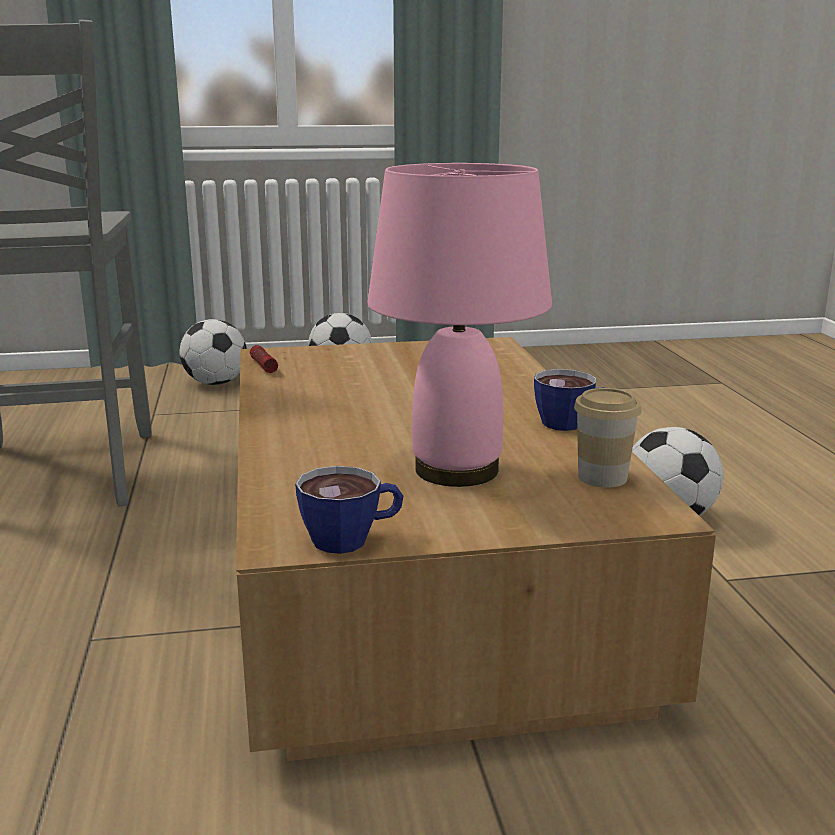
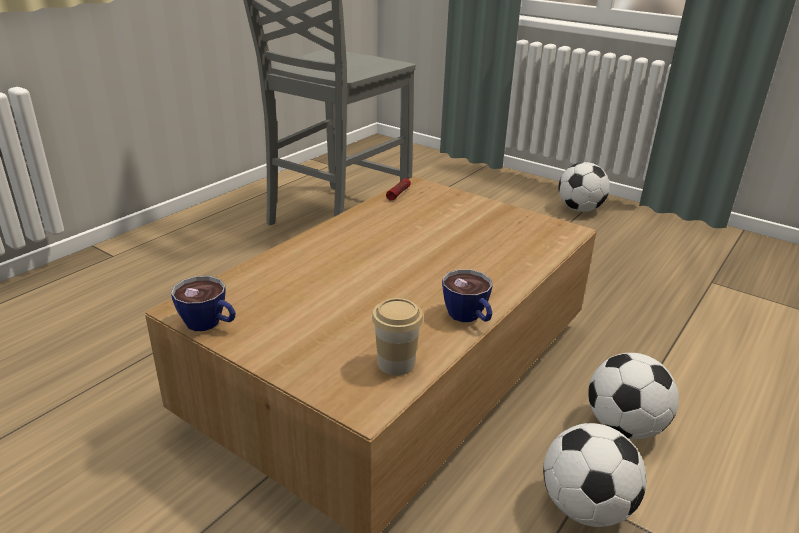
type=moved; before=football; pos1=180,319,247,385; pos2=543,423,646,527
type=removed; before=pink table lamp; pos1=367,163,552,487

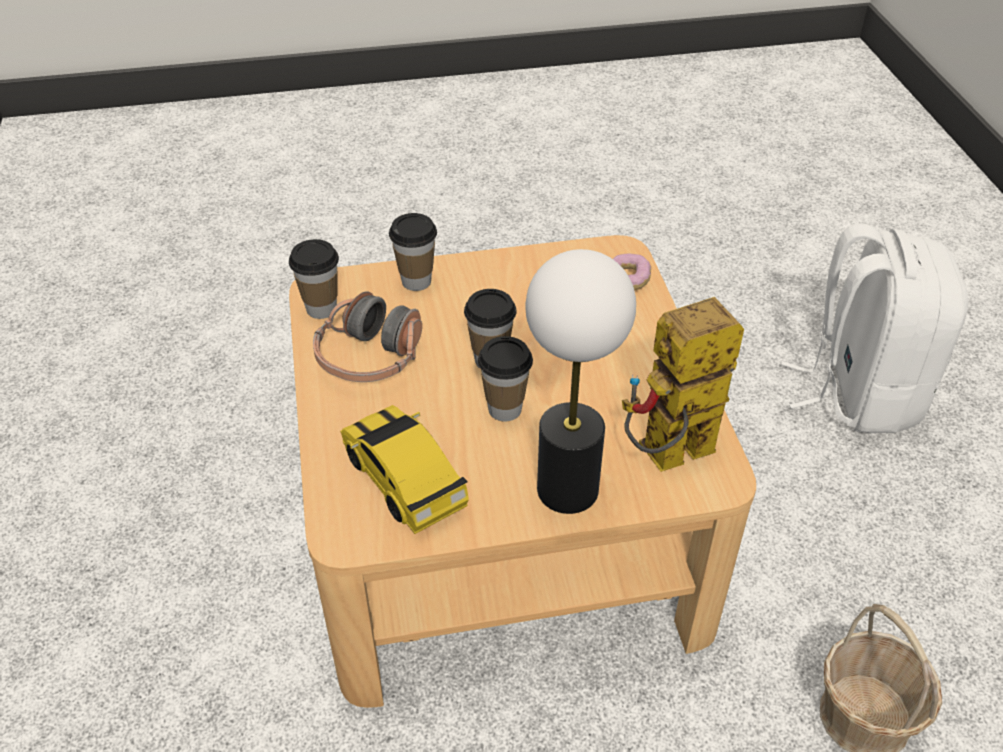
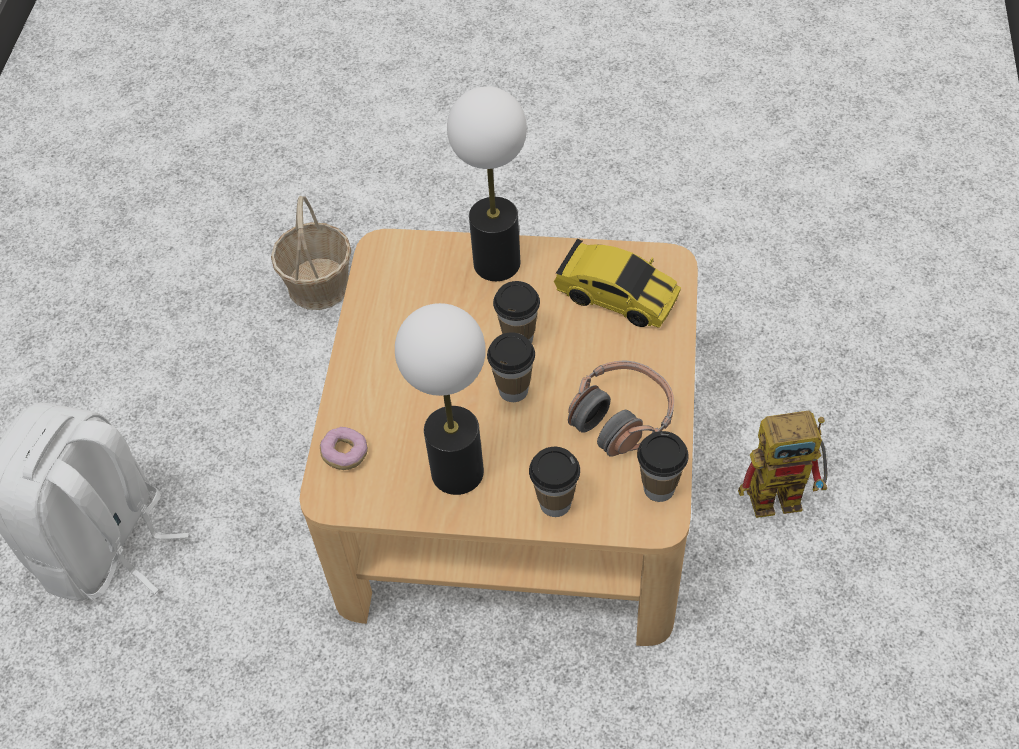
type=turned; before=toy car; pos1=340,405,469,534; pos2=554,239,681,328; turn=-45
type=moved; before=toy robot; pos1=622,297,744,472; pos2=738,410,827,518
type=added; after=table lamp; pos2=395,303,486,495

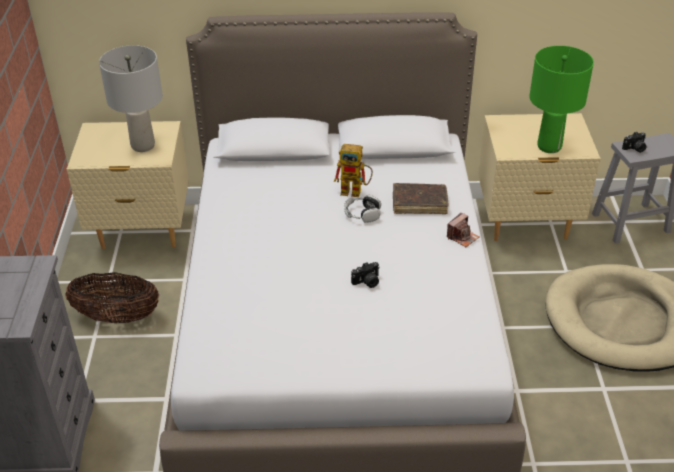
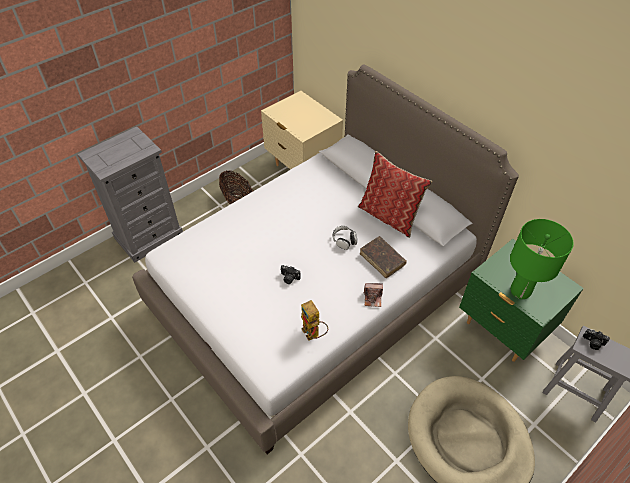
type=removed; before=grey table lamp; pos1=99,45,163,152
type=moved; before=toy robot; pos1=334,144,373,197; pos2=301,300,328,341
type=recoloured; before=beige nightstand; after=green nightstand; pos1=478,113,601,241; pos2=459,239,584,362
type=added; after=pillow; pos2=358,151,433,238

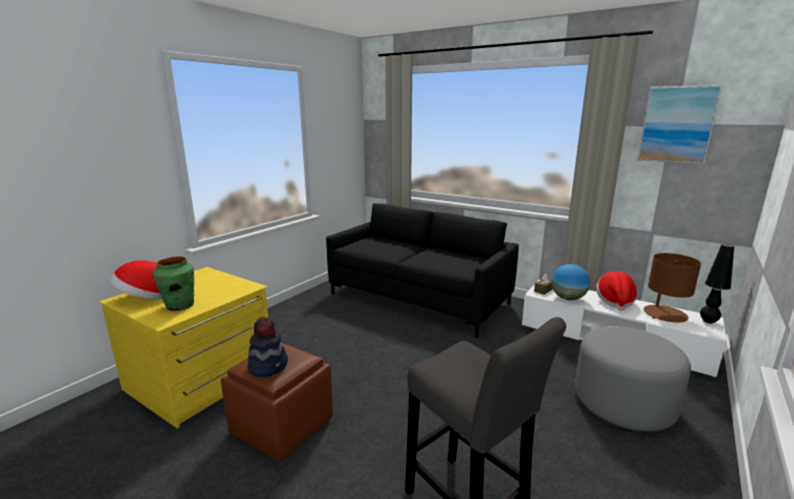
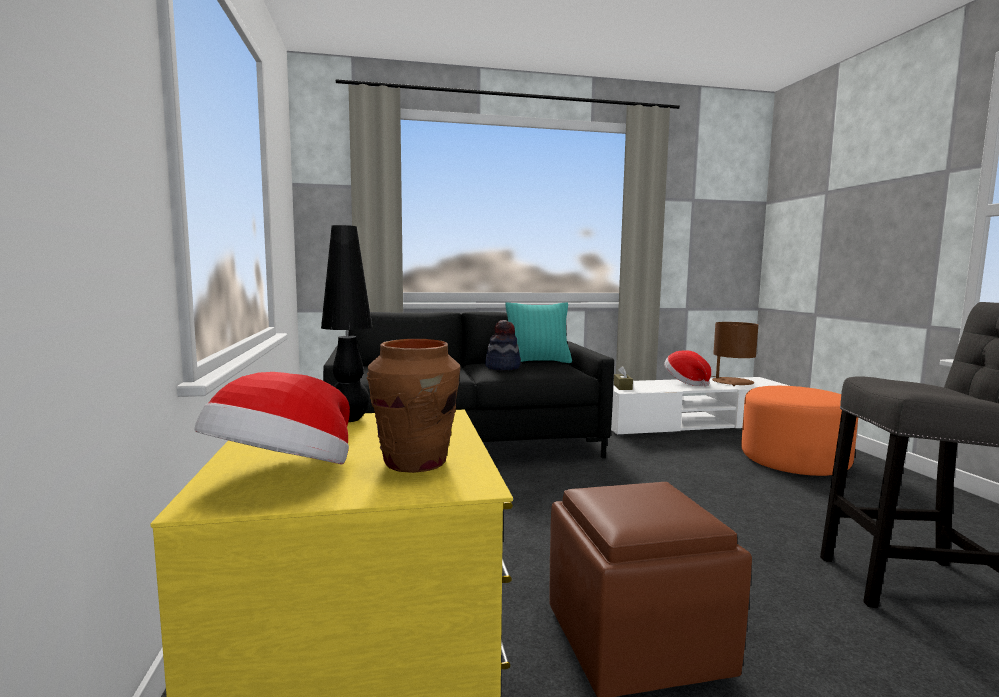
type=recoloured; before=green vase; after=brown vase; pos1=152,257,194,311; pos2=367,339,460,473
type=moved; before=hat; pos1=248,317,288,377; pos2=485,320,521,370
type=removed; before=globe; pos1=551,264,590,300
type=recoloured; before=grey ottoman; after=orange ottoman; pos1=575,326,691,432; pos2=741,386,858,476
type=removed; before=picture; pos1=637,85,722,164
type=moved; before=black table lamp; pos1=700,244,734,323; pos2=321,225,372,422
type=added; after=turquoise pillow; pos2=505,302,572,363

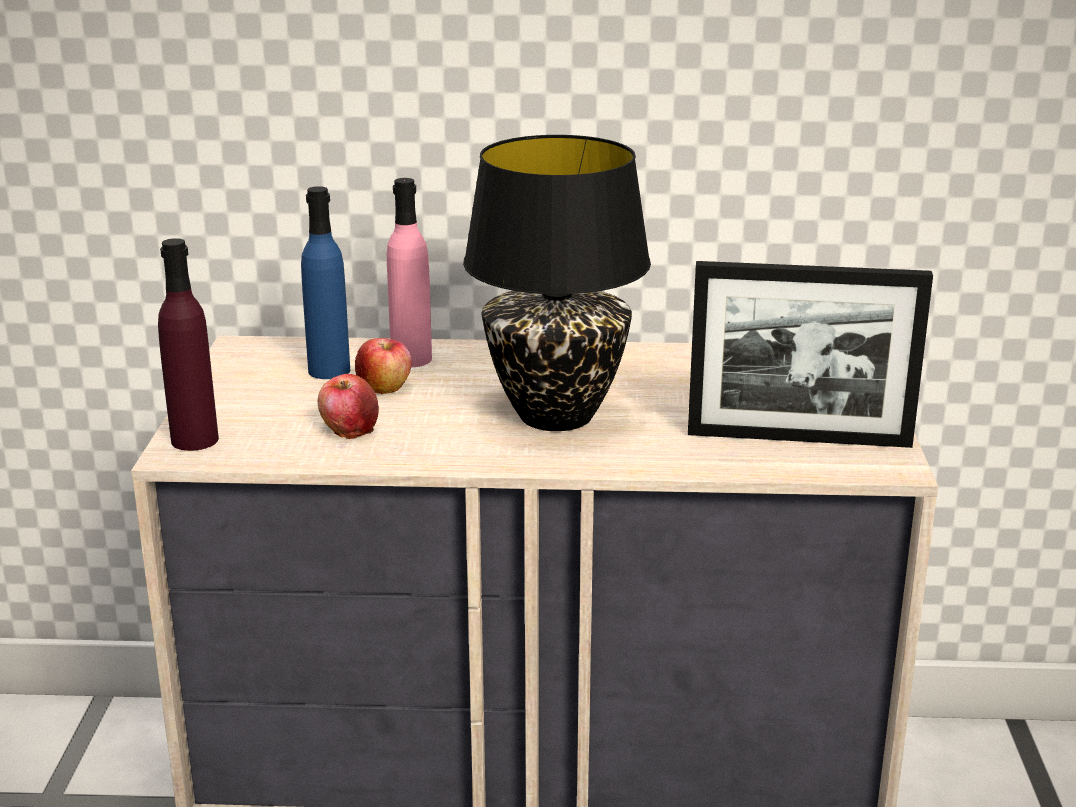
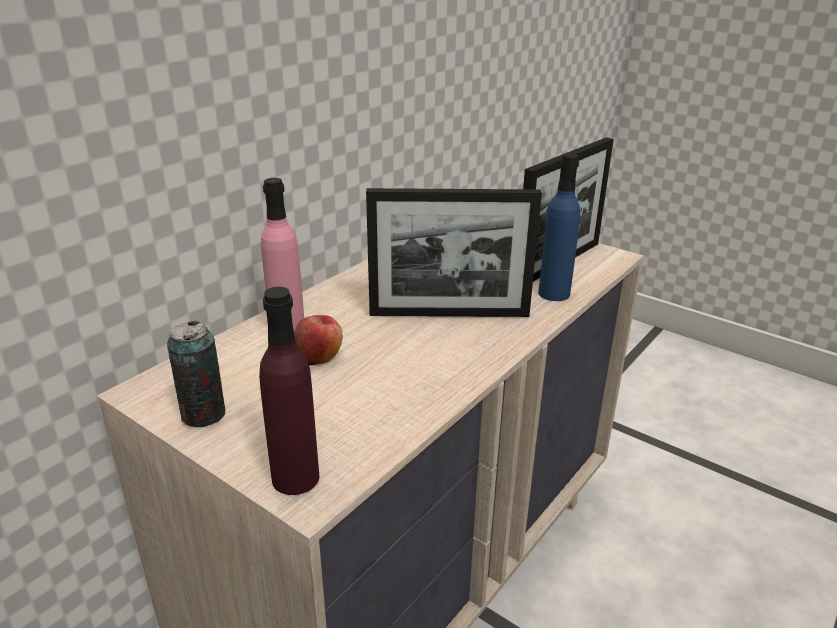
type=moved; before=blue bottle; pos1=301,186,350,379; pos2=538,153,580,301
type=removed; before=apple; pos1=318,374,379,439
type=replaced; before=black table lamp; after=picture frame; pos1=463,135,651,431; pos2=366,188,542,317
type=added; after=can; pos2=167,321,225,427

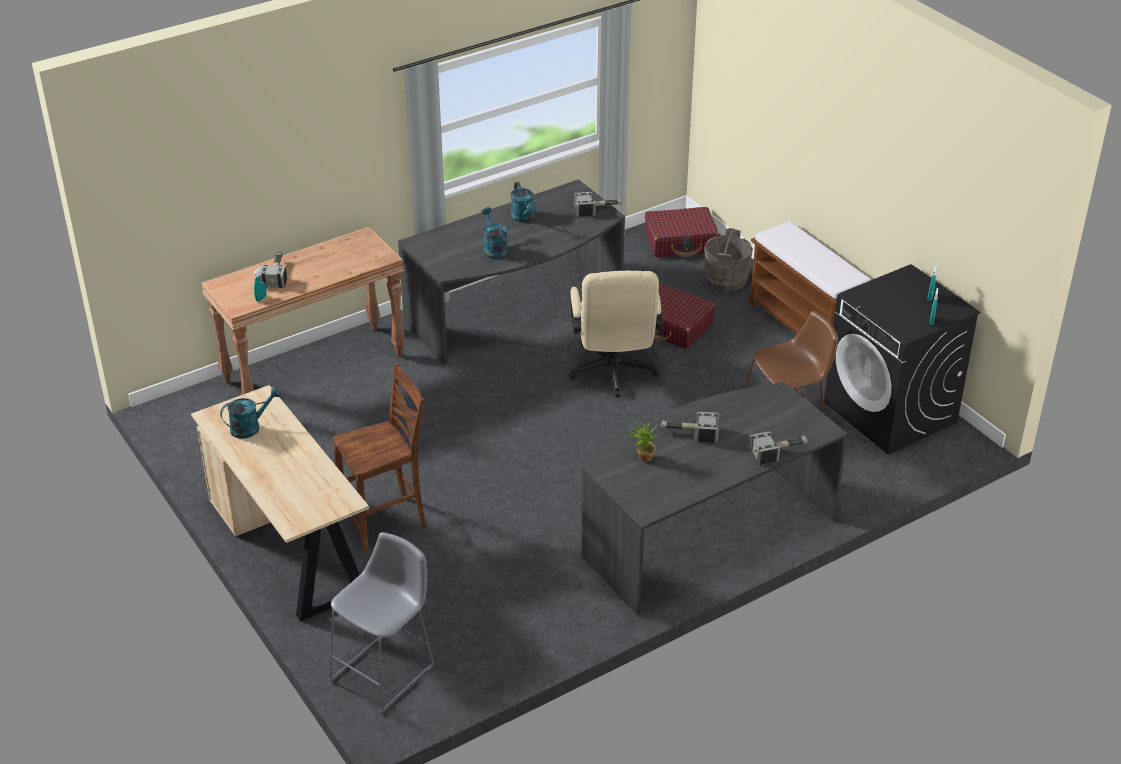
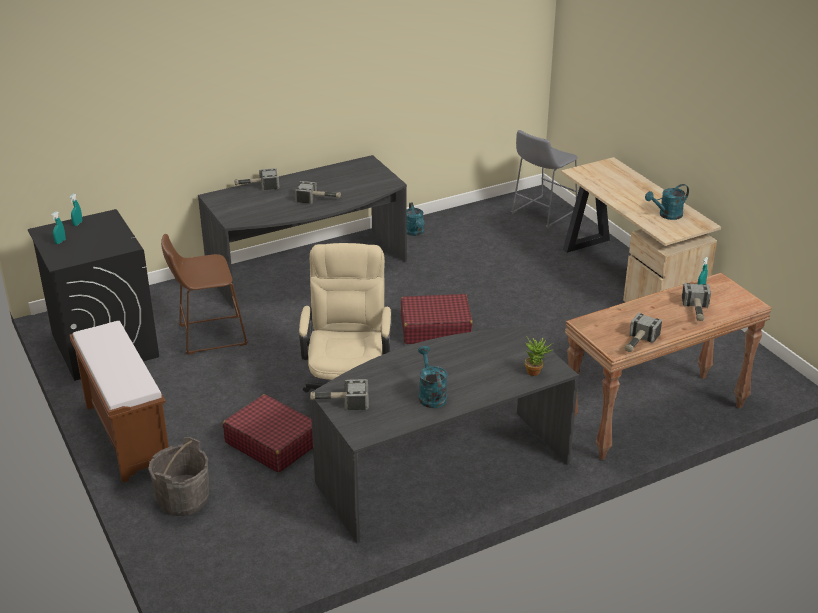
type=removed; before=brown chair; pos1=333,363,427,551
type=moved; before=turquoise watering can; pos1=481,207,508,259; pos2=407,202,424,236
type=moved; before=potted plant; pos1=629,420,657,462; pos2=525,336,553,376
type=moved; before=red suitcase; pos1=645,207,719,257; pos2=401,294,473,344
type=added; after=hammer; pos2=624,313,662,352

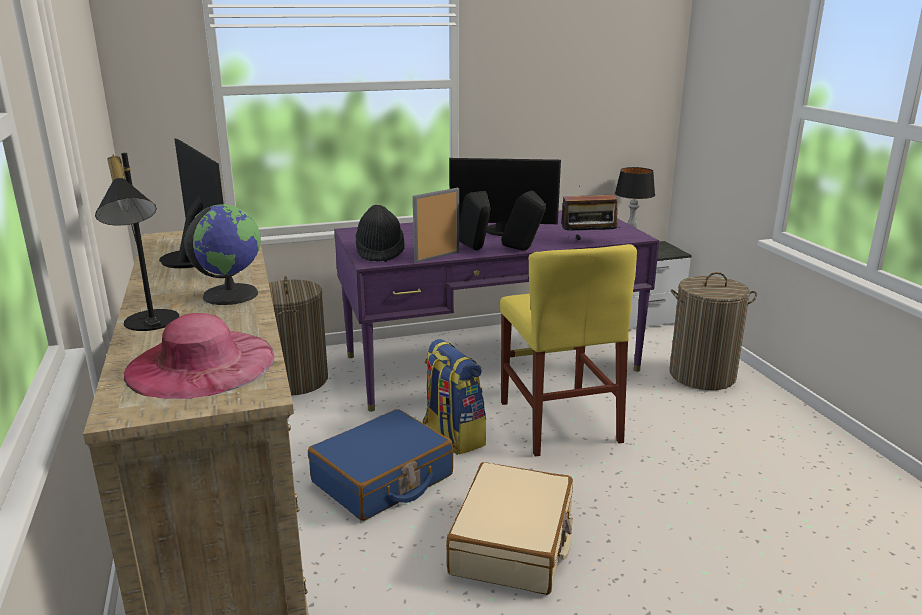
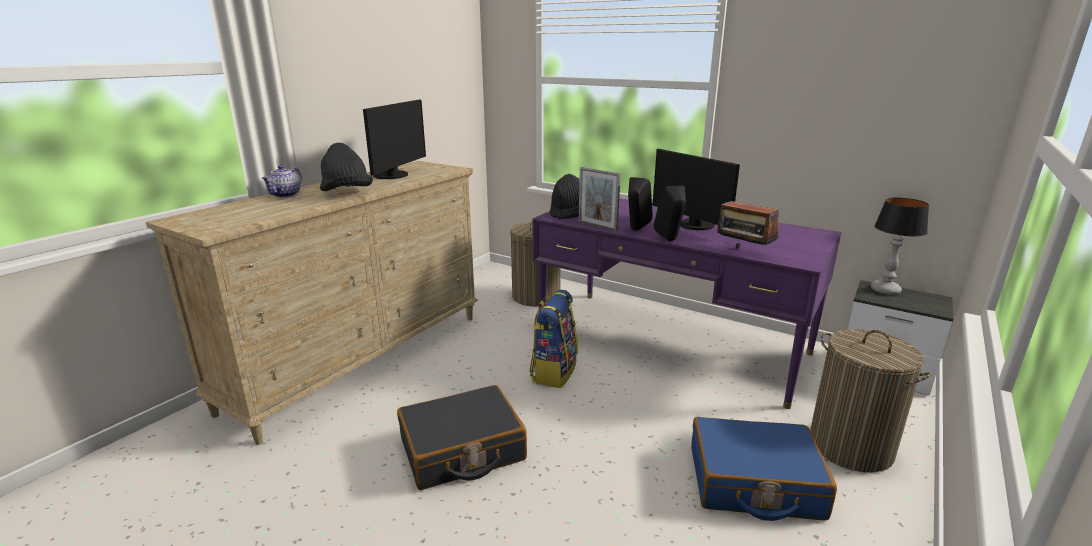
type=replaced; before=black table lamp; after=teapot; pos1=95,153,179,331; pos2=262,165,302,198
type=removed; before=pink hat; pos1=124,313,274,399
type=replaced; before=globe; after=black hat; pos1=184,204,261,305; pos2=320,143,373,191
type=moved; before=blue suitcase; pos1=308,409,453,521; pos2=691,417,837,521
type=turned; before=picture frame; pos1=413,188,459,263; pos2=579,167,621,231; turn=-150
type=recoloured; before=beige suitcase; after=black suitcase; pos1=446,462,573,595; pos2=397,385,527,490
type=removed; before=yellow chair; pos1=500,244,637,457

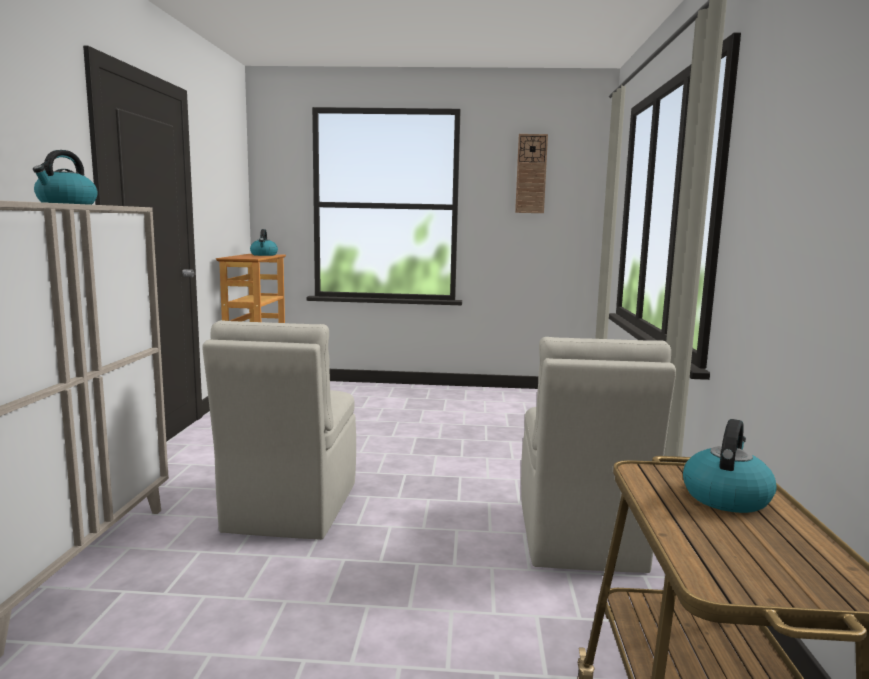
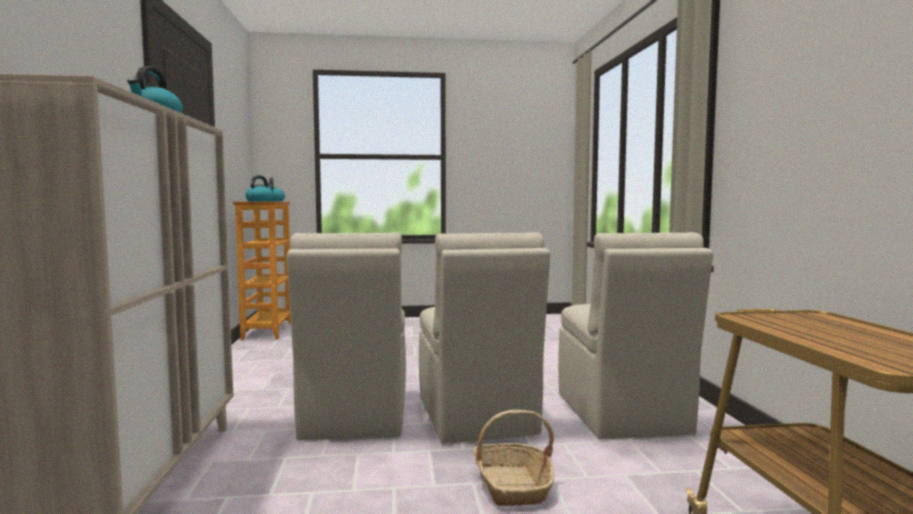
type=removed; before=wall clock; pos1=515,134,548,213
type=moved; before=kettle; pos1=683,419,777,513; pos2=245,175,274,202
type=added; after=beige chair; pos2=419,232,550,444
type=added; after=basket; pos2=473,410,554,506

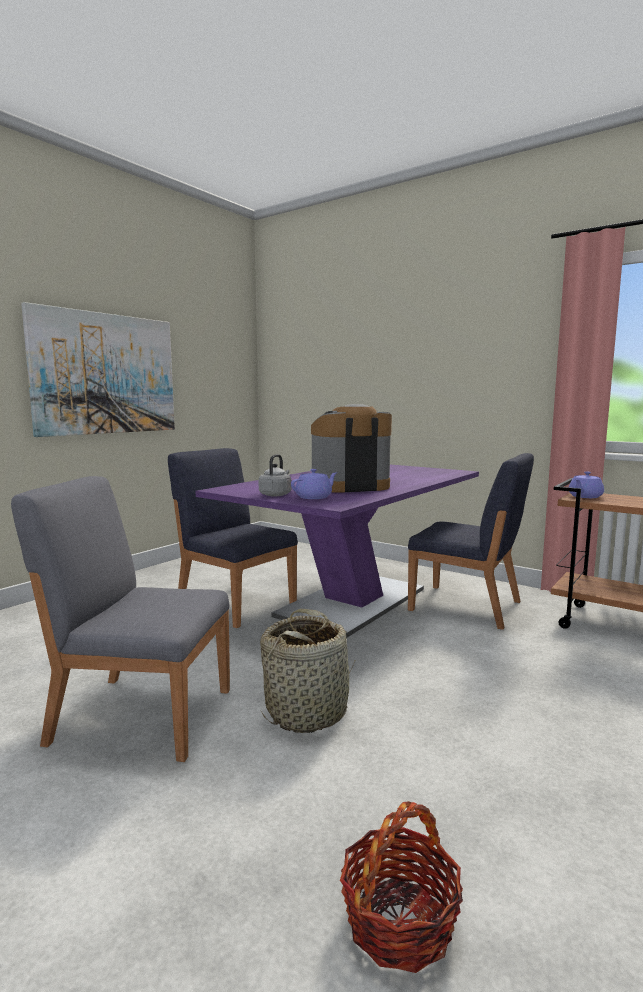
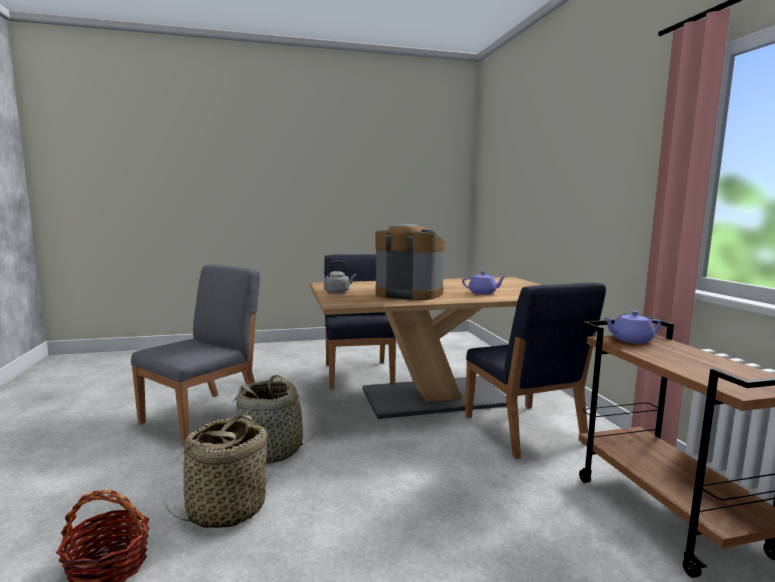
type=turned; before=grey chair; pos1=11,476,230,762; pos2=131,264,260,446; turn=75
type=removed; before=picture; pos1=21,302,175,437
type=recoloured; before=purple dining table; after=brown dining table; pos1=196,465,479,638; pos2=310,277,540,419
type=moved; before=purple teapot; pos1=291,469,337,499; pos2=462,272,507,294
type=added; after=basket; pos2=163,415,272,528

